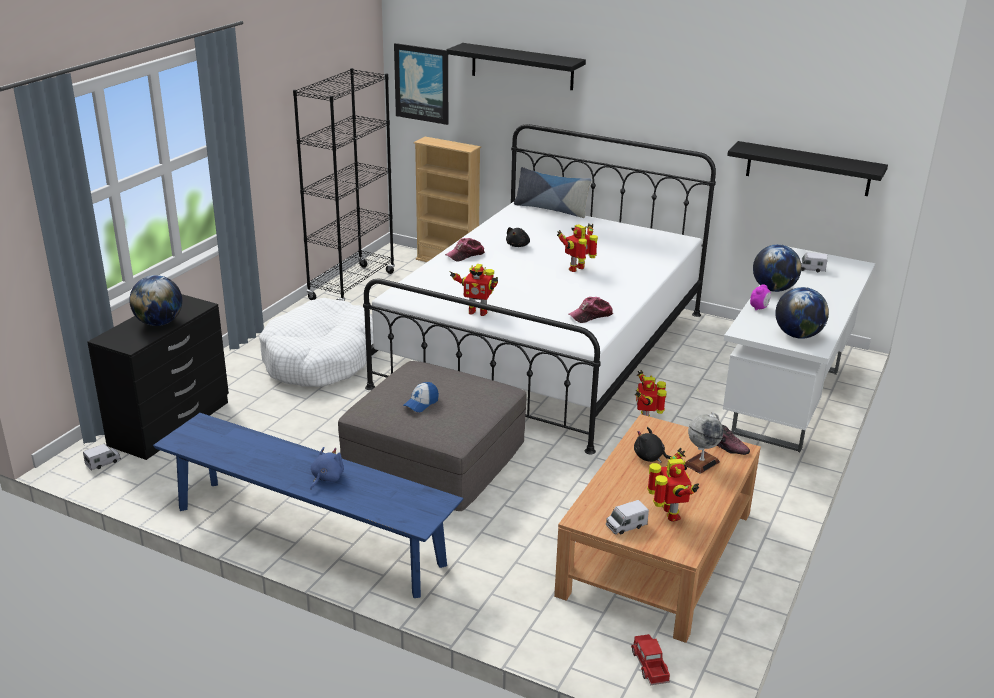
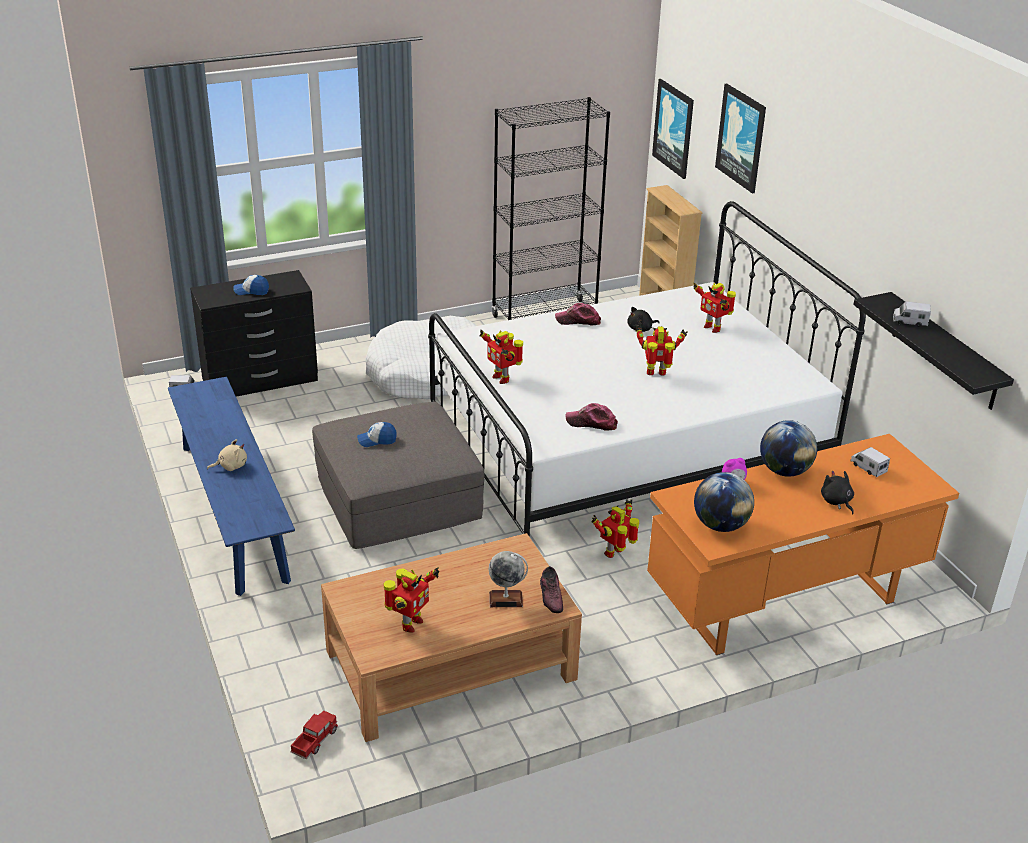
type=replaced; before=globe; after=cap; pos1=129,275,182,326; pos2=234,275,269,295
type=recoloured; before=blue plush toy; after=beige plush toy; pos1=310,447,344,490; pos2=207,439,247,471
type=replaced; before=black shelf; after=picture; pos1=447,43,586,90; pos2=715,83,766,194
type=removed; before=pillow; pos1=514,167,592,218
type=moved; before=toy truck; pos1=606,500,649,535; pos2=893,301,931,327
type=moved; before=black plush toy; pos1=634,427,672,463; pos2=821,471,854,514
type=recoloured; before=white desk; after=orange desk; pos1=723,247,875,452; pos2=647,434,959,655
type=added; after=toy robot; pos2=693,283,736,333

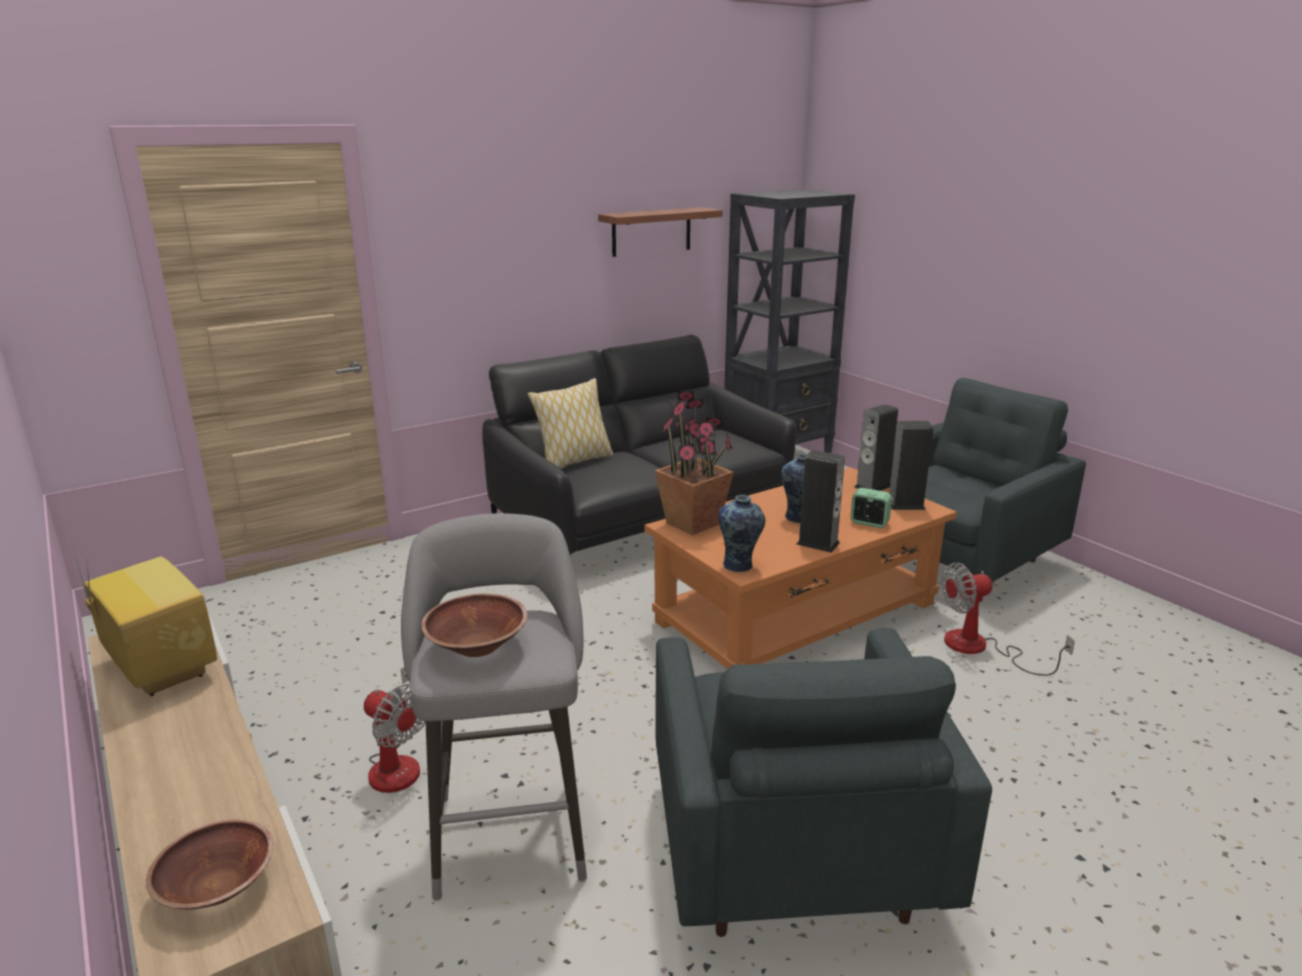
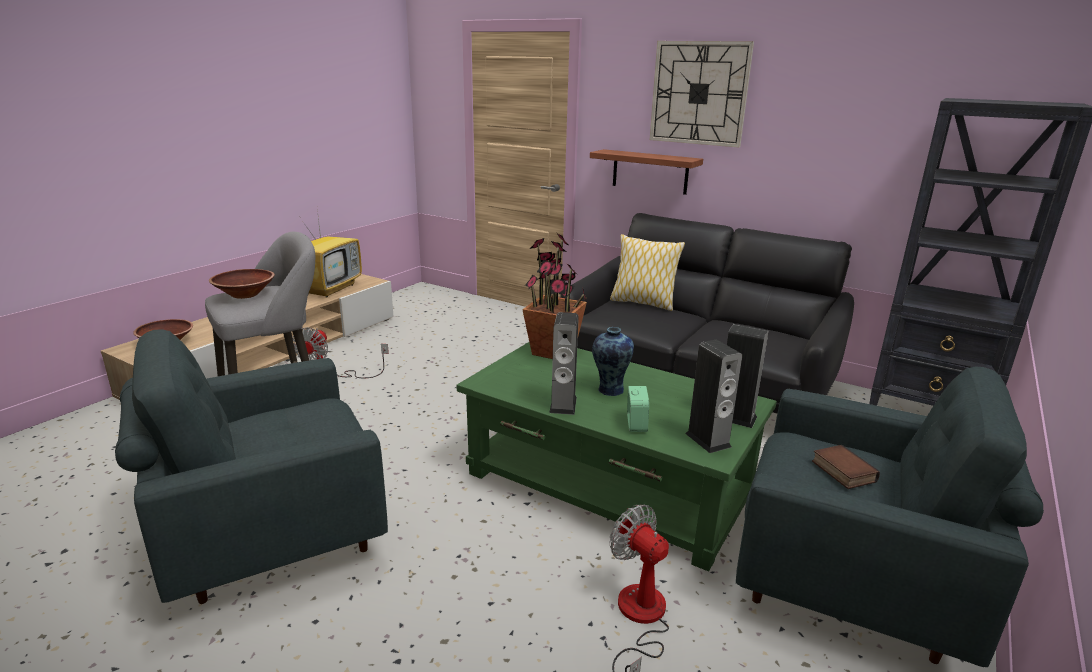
type=moved; before=shelf; pos1=598,207,723,257; pos2=590,149,703,195
type=recoloured; before=orange coffee table; after=green coffee table; pos1=645,467,957,670; pos2=456,342,777,571
type=removed; before=vase; pos1=718,495,765,572
type=added; after=wall clock; pos2=650,41,754,147
type=added; after=book; pos2=812,445,880,489

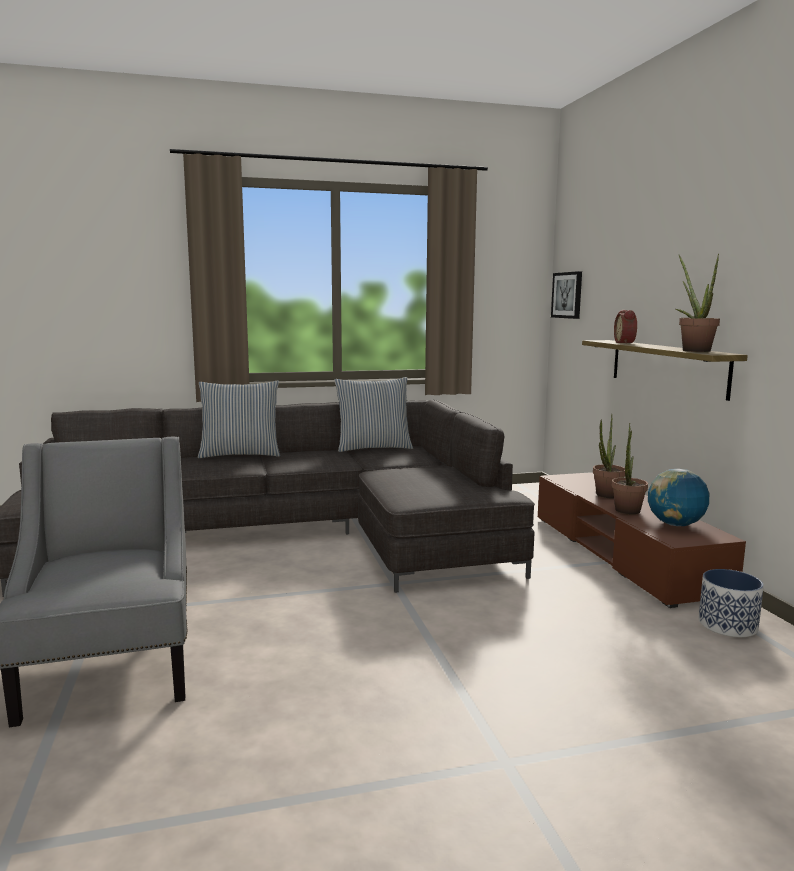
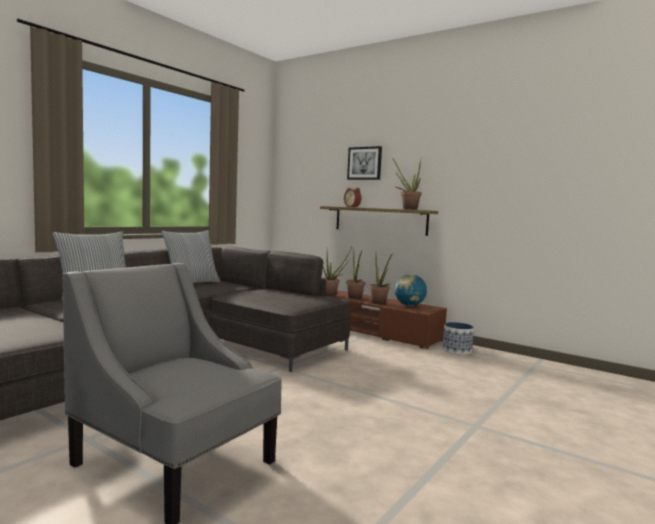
type=moved; before=picture; pos1=551,271,582,319; pos2=347,146,382,180
type=added; after=potted plant; pos2=321,247,352,296

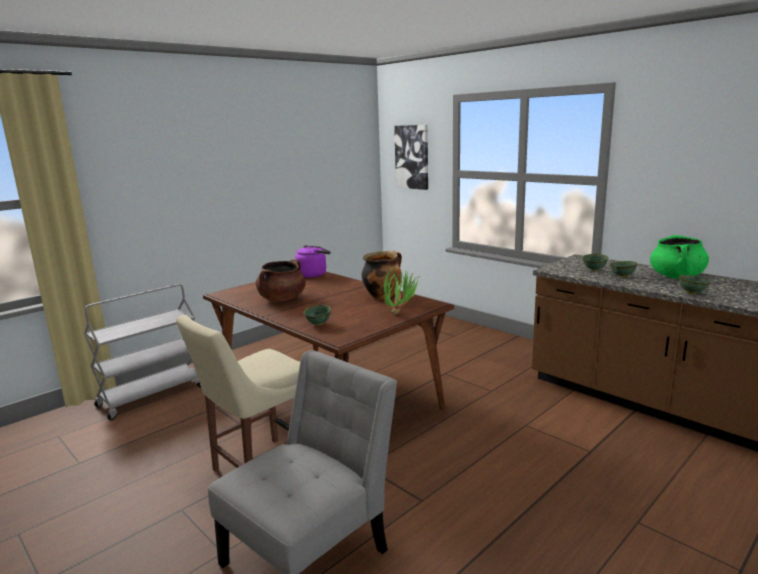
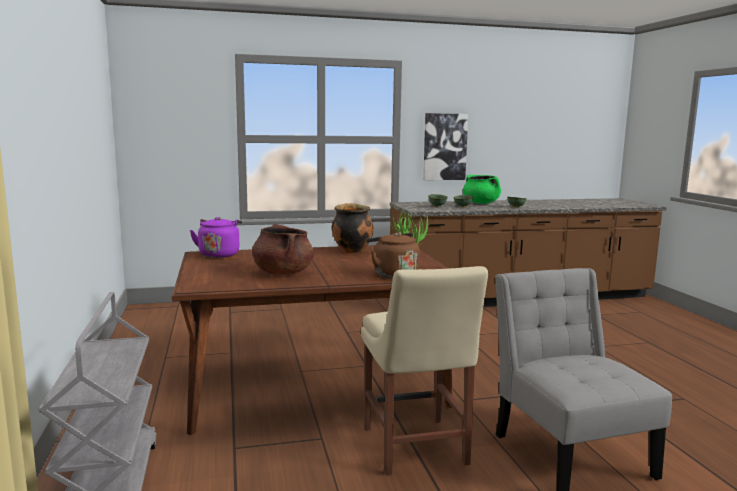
type=replaced; before=green bowl; after=brown kettle; pos1=304,305,331,326; pos2=367,232,420,278
type=moved; before=picture; pos1=394,125,428,190; pos2=423,113,468,180

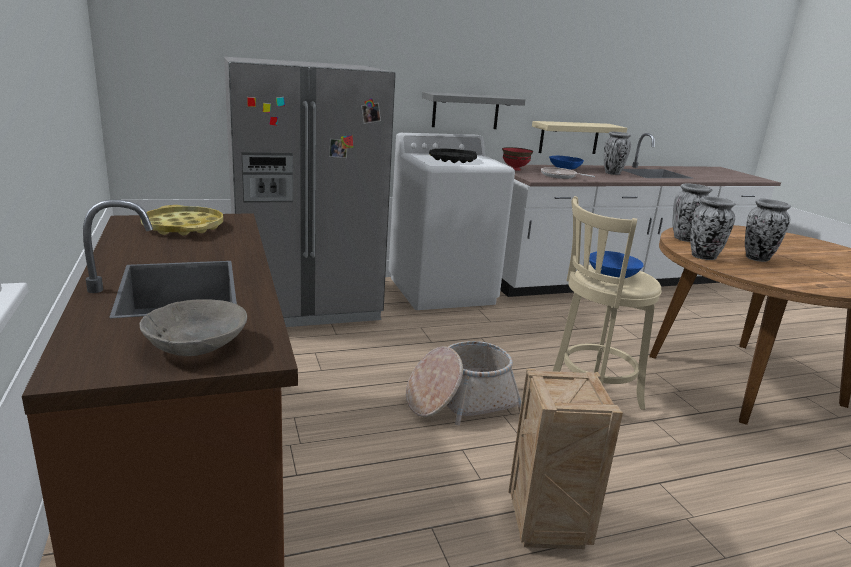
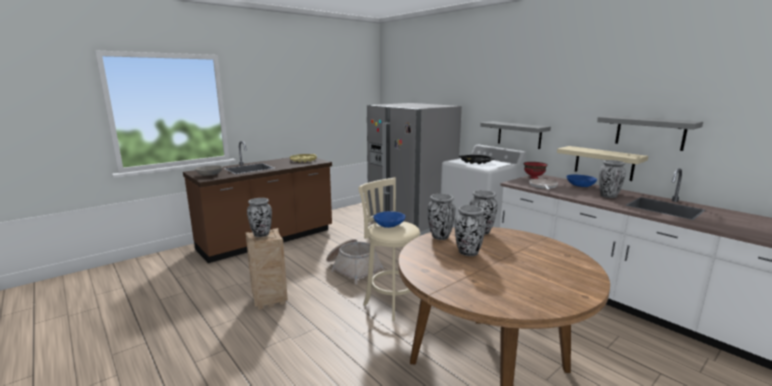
type=added; after=vase; pos2=247,198,272,237
type=added; after=grey shelf; pos2=597,116,703,151

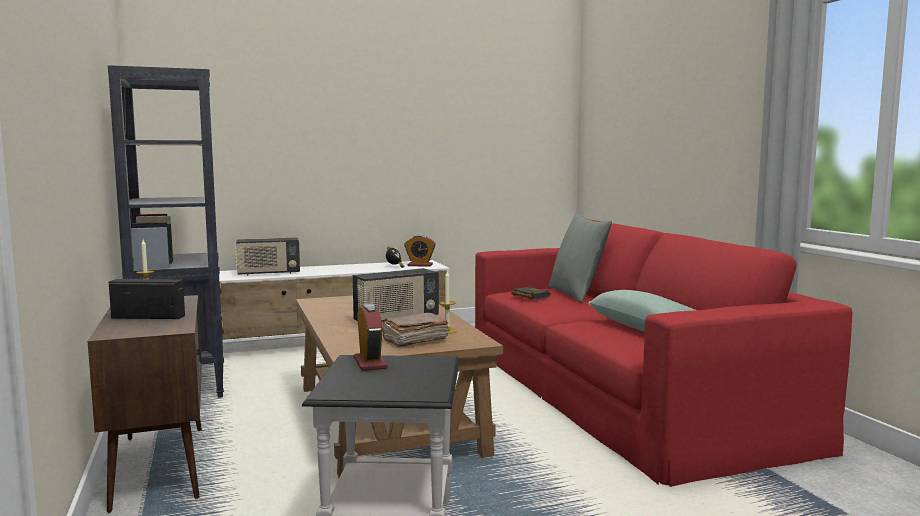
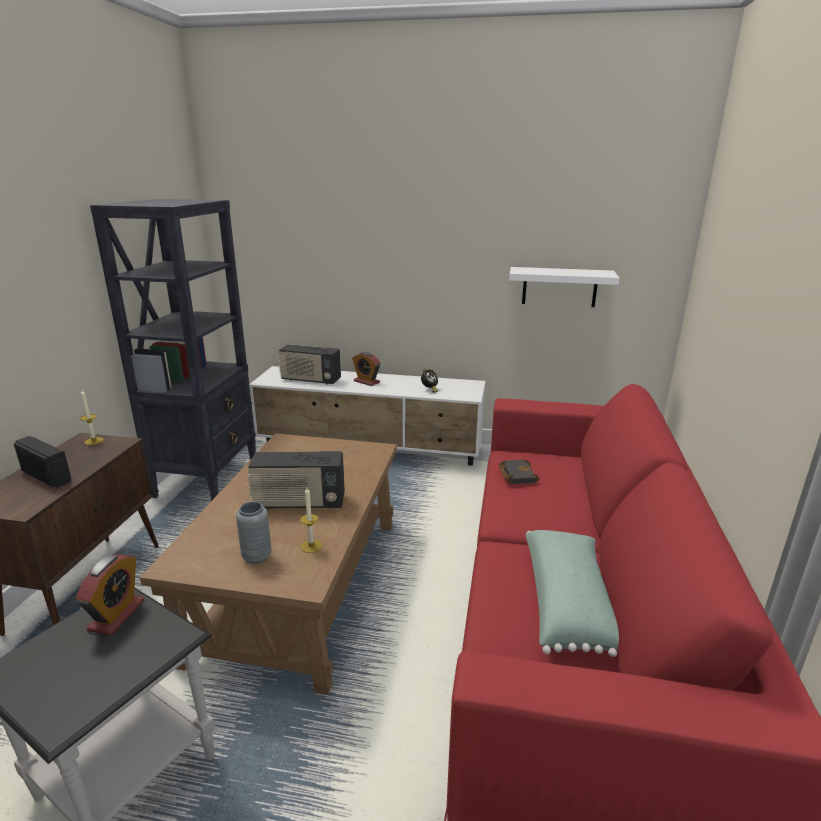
type=replaced; before=brown book; after=grey vase; pos1=382,313,449,348; pos2=236,501,272,564
type=moved; before=alarm clock; pos1=404,235,436,267; pos2=352,352,380,386
type=removed; before=grey pillow; pos1=549,214,612,303
type=added; after=white shelf; pos2=509,267,619,307

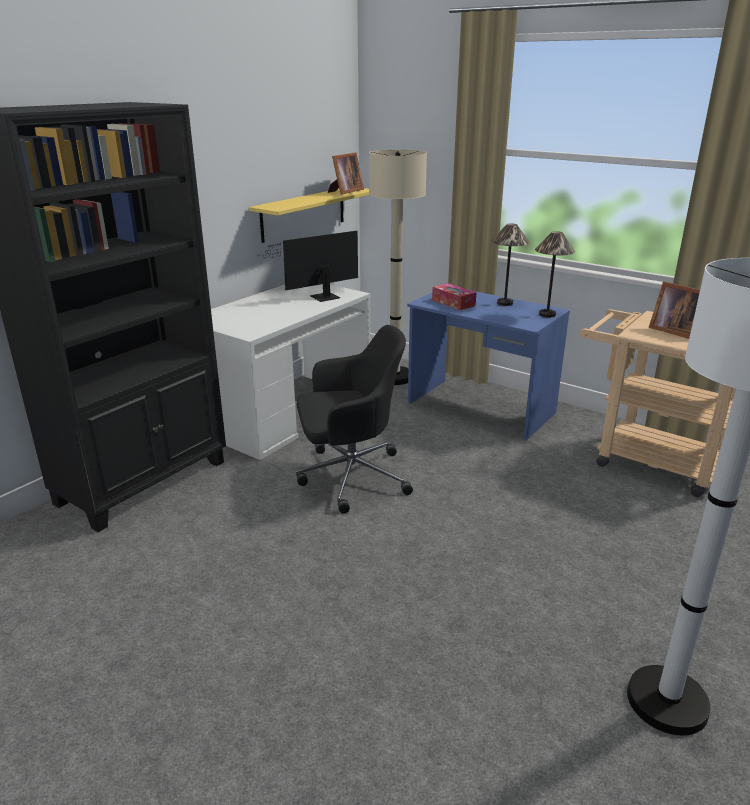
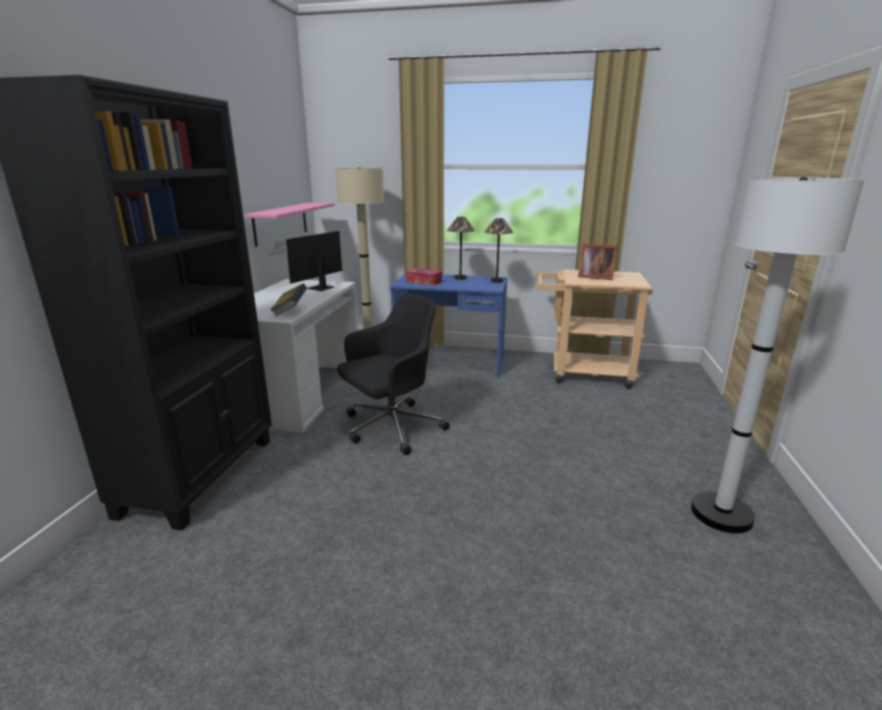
type=recoloured; before=yellow shelf; after=pink shelf; pos1=249,188,369,243; pos2=244,203,334,247
type=removed; before=picture frame; pos1=328,152,364,195
type=added; after=book; pos2=270,283,307,316

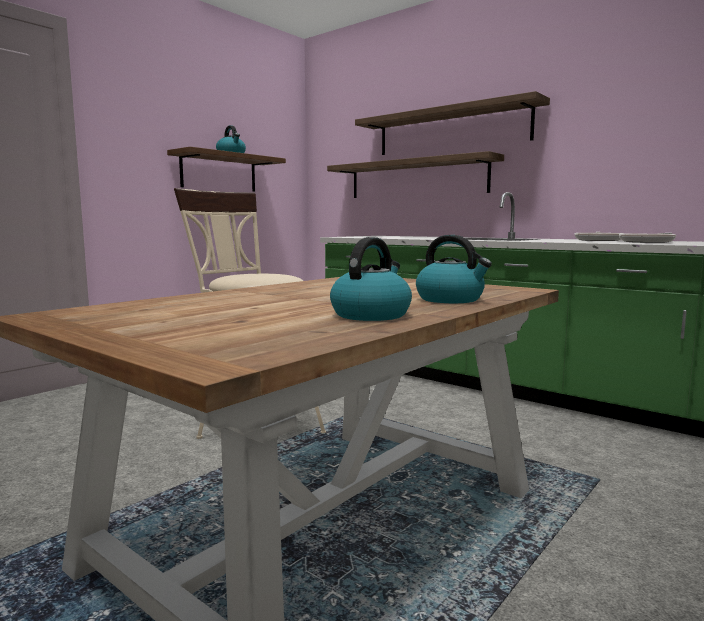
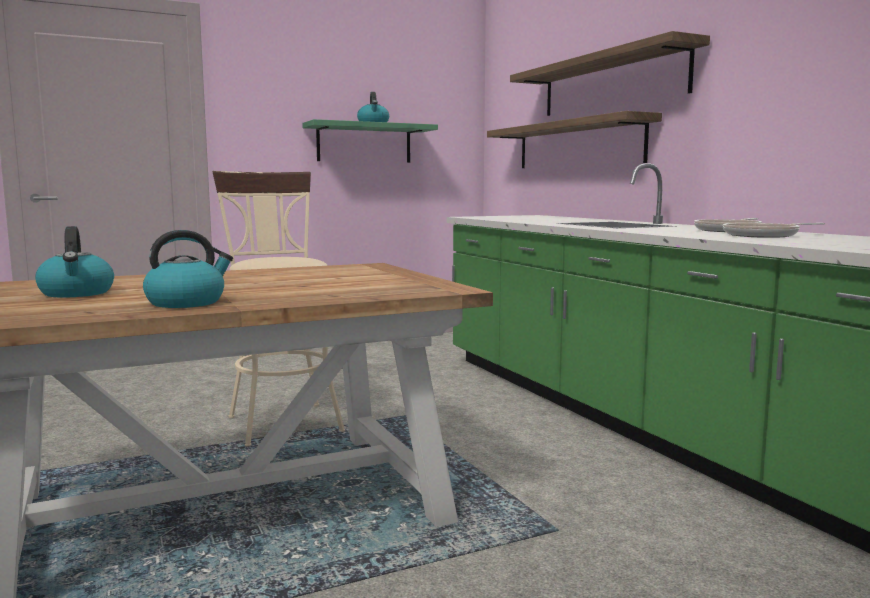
type=recoloured; before=brown shelf; after=green shelf; pos1=167,147,286,192; pos2=302,119,438,163
type=moved; before=kettle; pos1=416,235,492,303; pos2=35,226,114,298

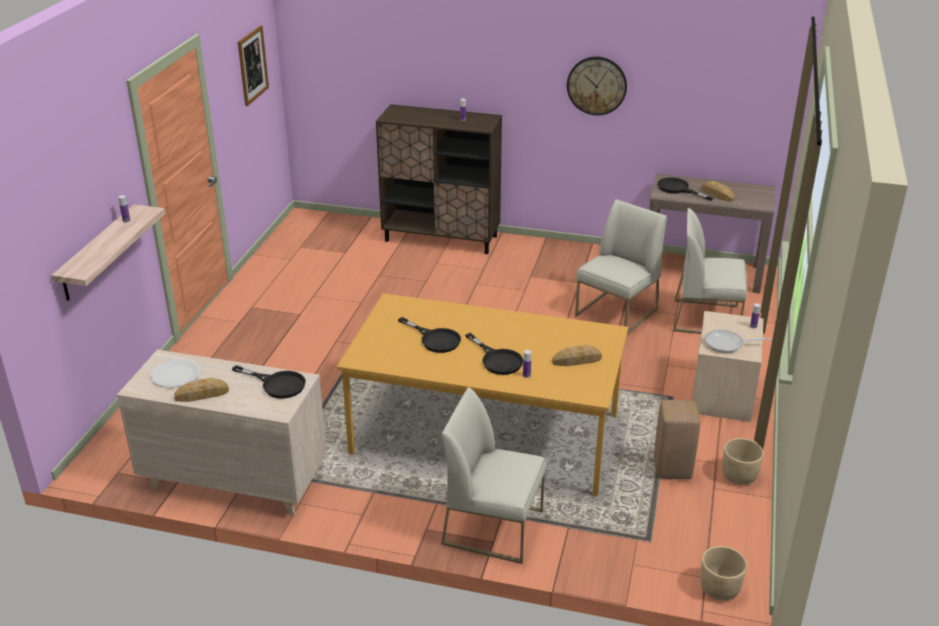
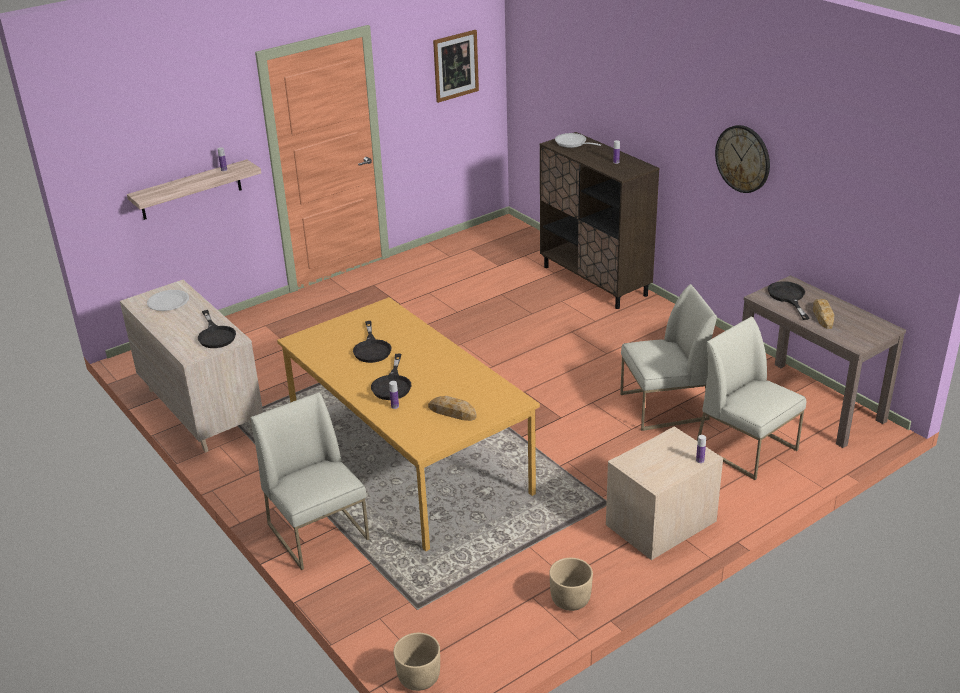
type=removed; before=bread; pos1=174,378,229,402
type=removed; before=beige stool; pos1=654,400,700,479
type=moved; before=frying pan; pos1=705,330,771,353; pos2=555,133,601,148

